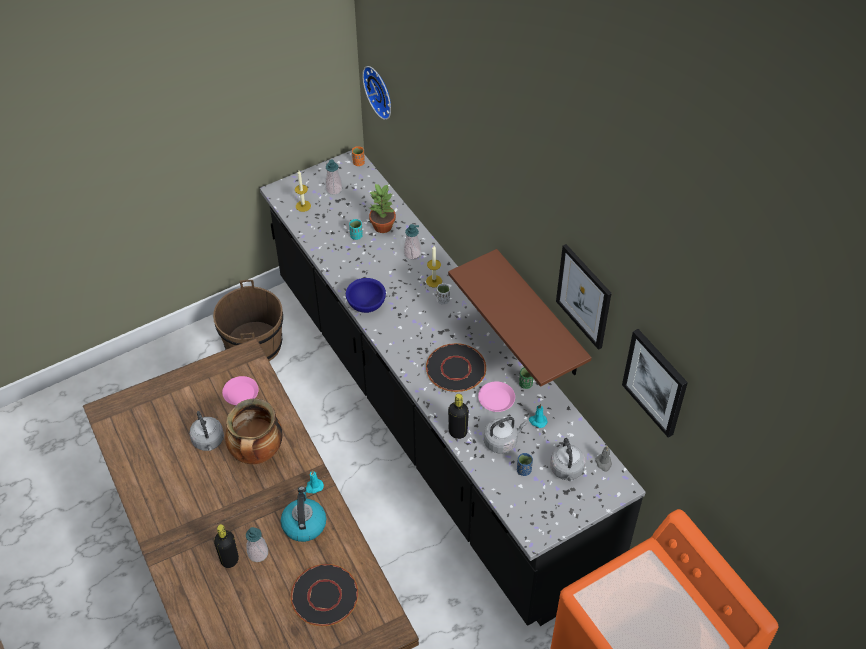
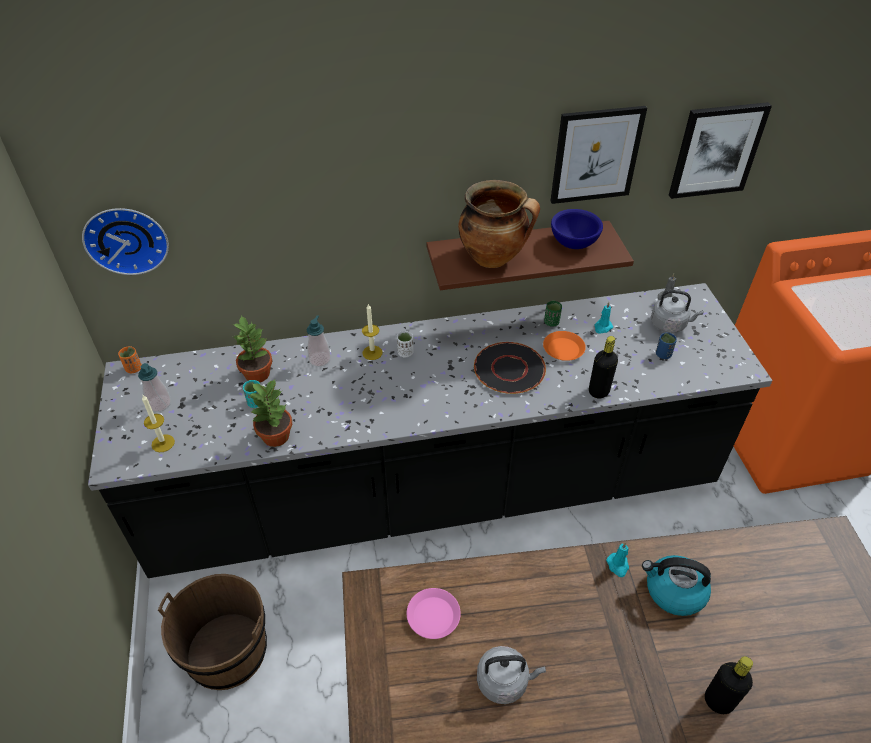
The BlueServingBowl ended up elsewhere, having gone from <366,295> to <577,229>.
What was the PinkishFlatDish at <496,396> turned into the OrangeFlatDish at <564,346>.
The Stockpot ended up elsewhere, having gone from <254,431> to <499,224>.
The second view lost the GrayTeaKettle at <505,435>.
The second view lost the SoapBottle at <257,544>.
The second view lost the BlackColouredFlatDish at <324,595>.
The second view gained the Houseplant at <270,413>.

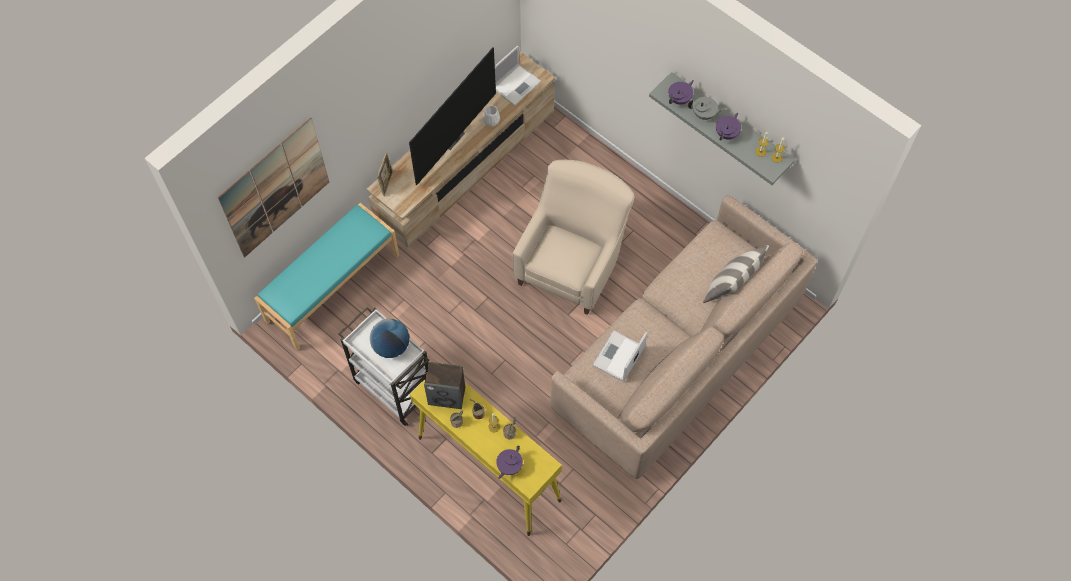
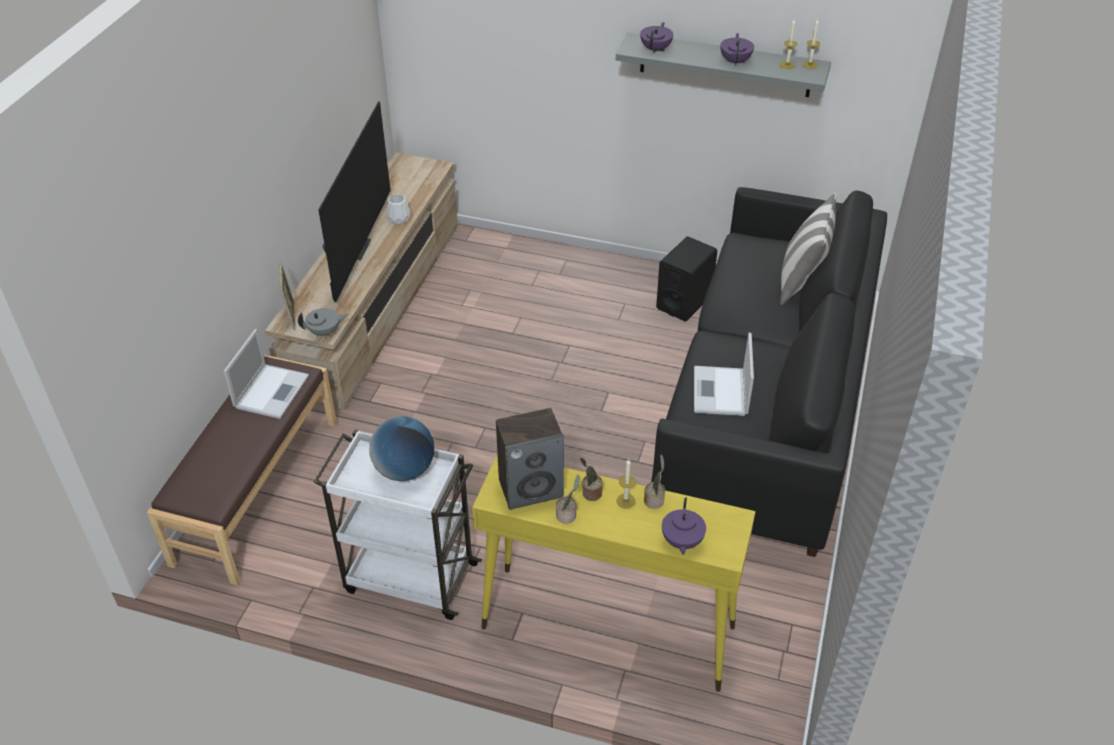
The PortableComputer ended up elsewhere, having gone from <518,75> to <266,374>.
The GrayPotForTea ended up elsewhere, having gone from <706,108> to <323,323>.
The second view lost the WallPicture at <273,188>.
The second view lost the BeigeColouredEasyChair at <573,237>.
What was the BeigeColouredSettee at <683,337> turned into the BlackColouredSettee at <769,372>.
What was the TurquoiseColouredBench at <326,277> turned into the BrownishBench at <242,469>.
The second view gained the BlackColouredAudioSpeaker at <686,279>.

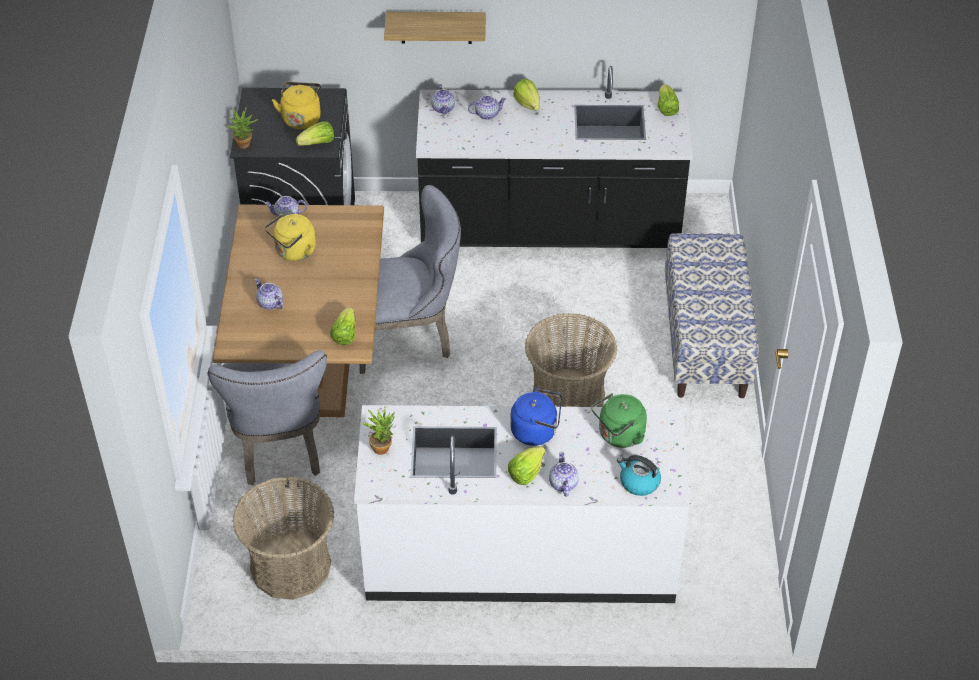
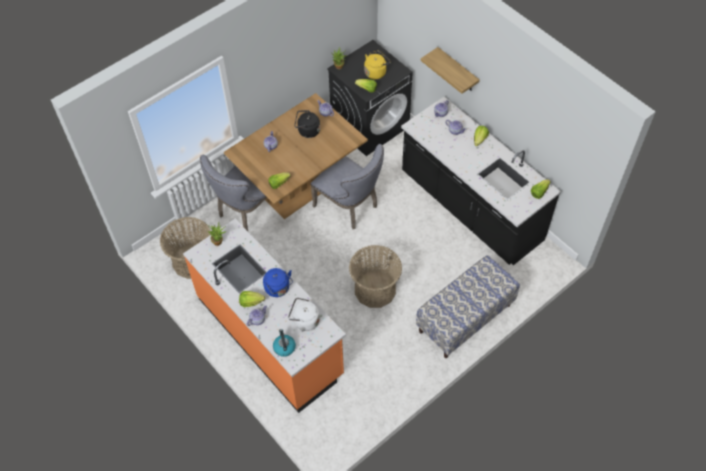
What was the YellowColouredTeaKettle at <290,237> turned into the BlackColouredTeaKettle at <307,124>.
What was the GreenTeaKettle at <619,420> turned into the WhitishTeaKettle at <304,315>.
What was the WhitishCounter at <523,504> turned into the OrangeCounter at <264,316>.

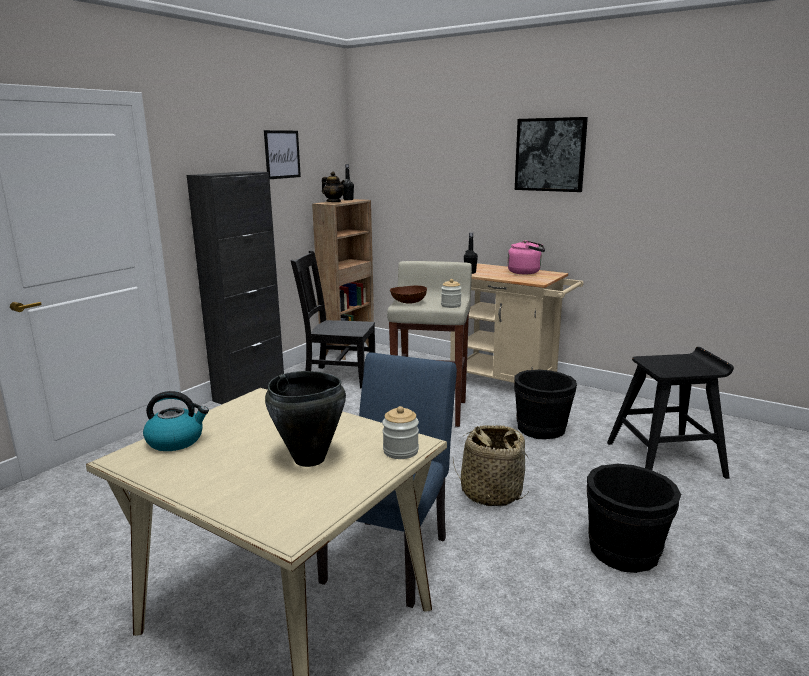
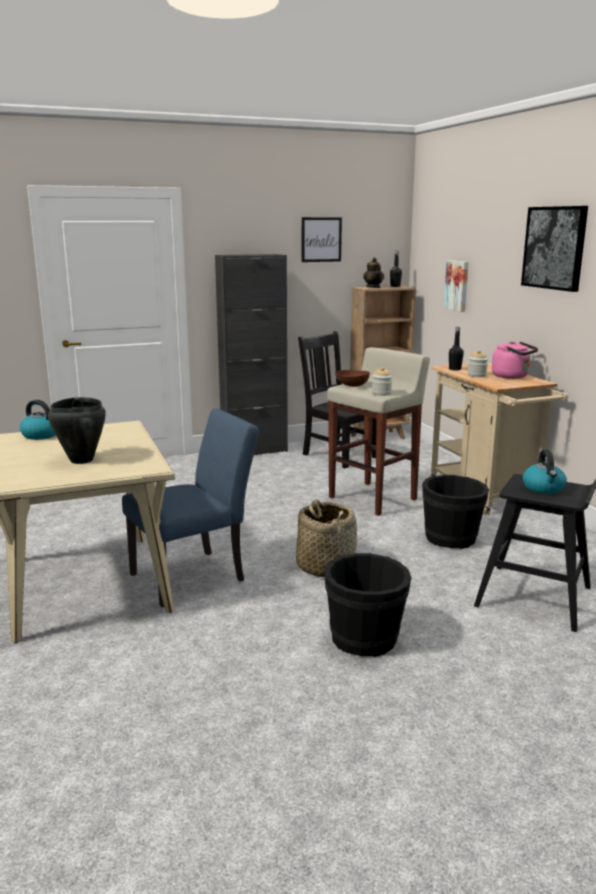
The Jar ended up elsewhere, having gone from <400,432> to <478,363>.
The second view gained the WallPicture at <456,286>.
The second view gained the TeaKettle at <545,471>.

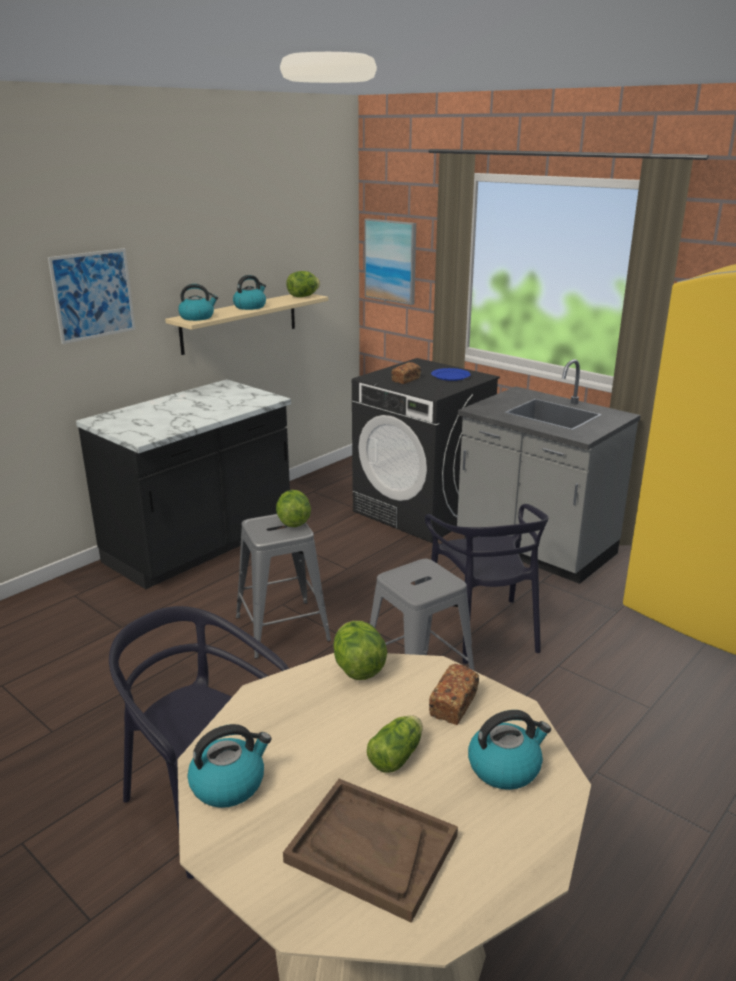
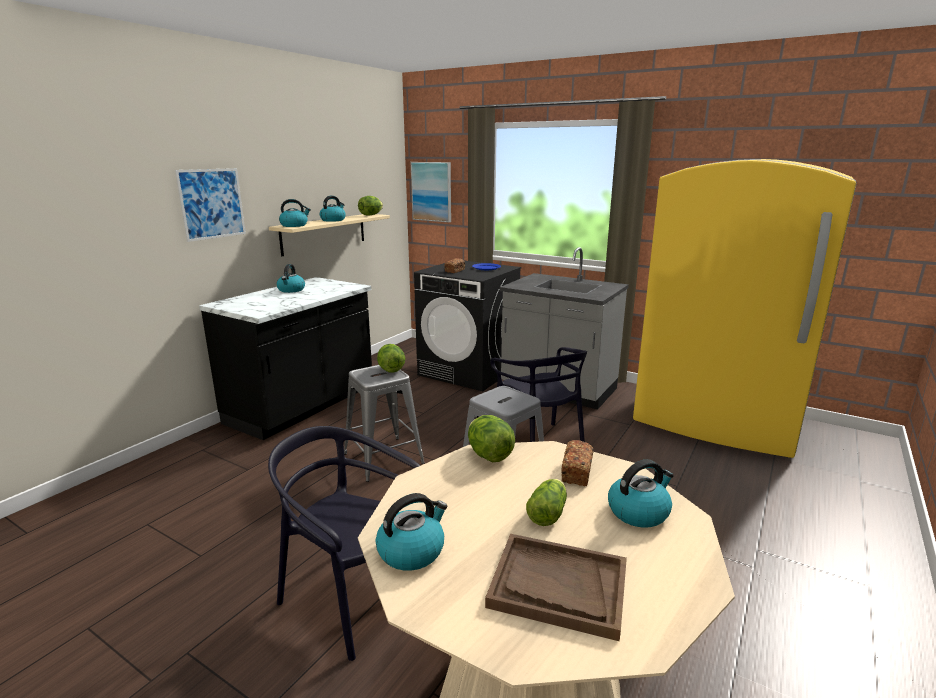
The second view gained the TeaKettle at <291,278>.

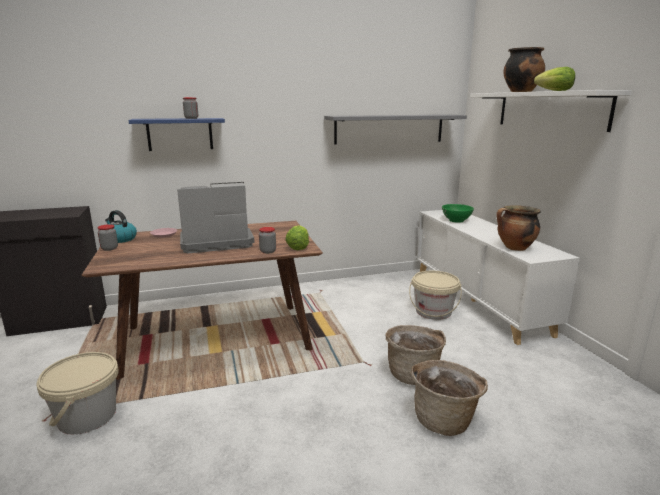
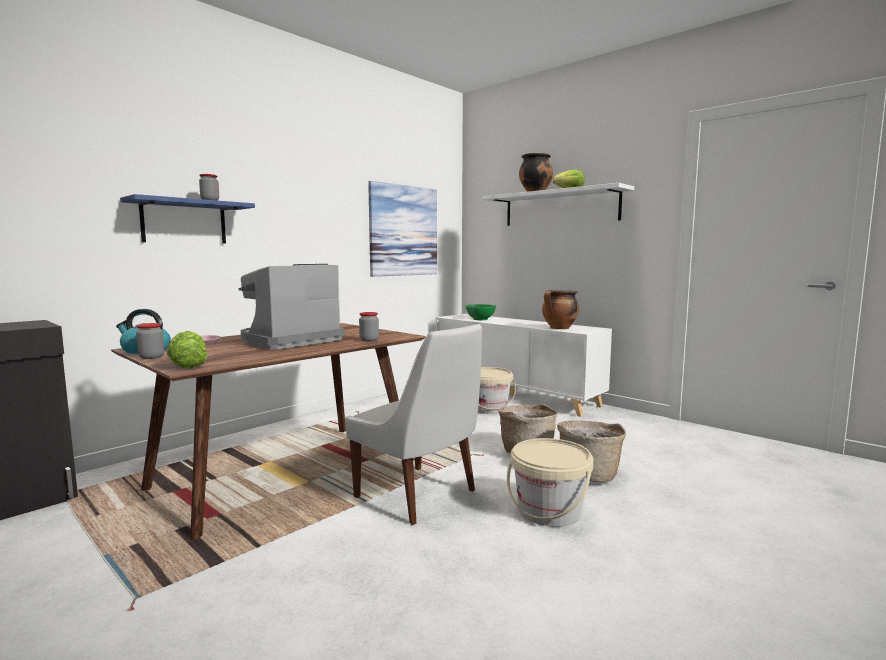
Where the GrayShelf hung at <395,130>, the WallPicture came to hang at <402,229>.
The Lettuce ended up elsewhere, having gone from <297,237> to <187,350>.
The BeigeColouredWaterBucket ended up elsewhere, having gone from <78,393> to <550,482>.
The second view gained the WhitishUprightChair at <413,424>.

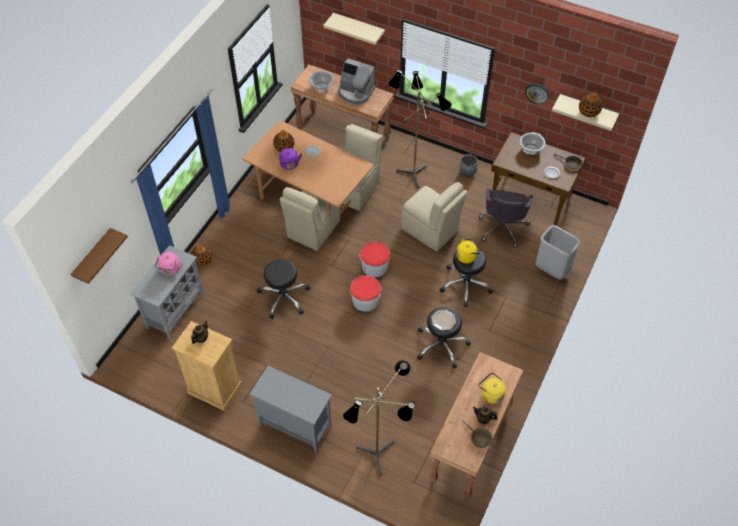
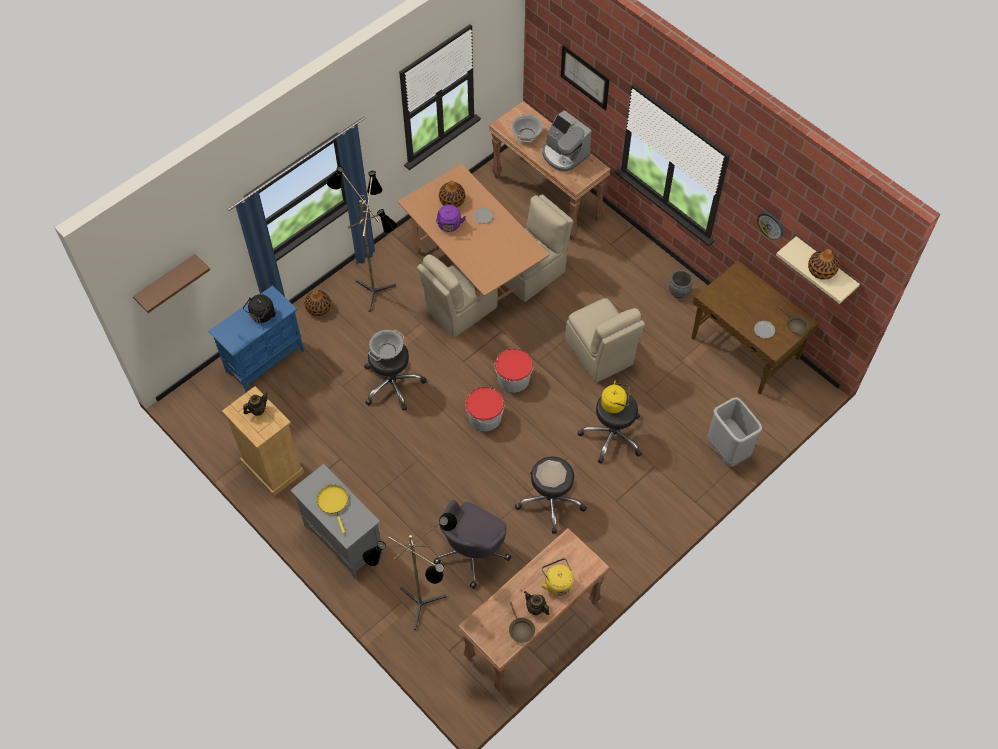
Where the BeigeColouredShelf hung at <354,29>, the WallPicture came to hang at <585,78>.
The FloorLamp ended up elsewhere, having gone from <420,129> to <362,239>.
The Stockpot ended up elsewhere, having gone from <532,143> to <386,345>.
The GrayDeskChair ended up elsewhere, having gone from <506,218> to <472,544>.
What was the GrayStorageCabinet at <167,292> turned into the BlueStorageCabinet at <256,339>.
What was the PinkishTeaKettle at <169,263> turned into the BlackColouredTeaKettle at <259,308>.
The second view gained the YellowColouredPan at <332,509>.

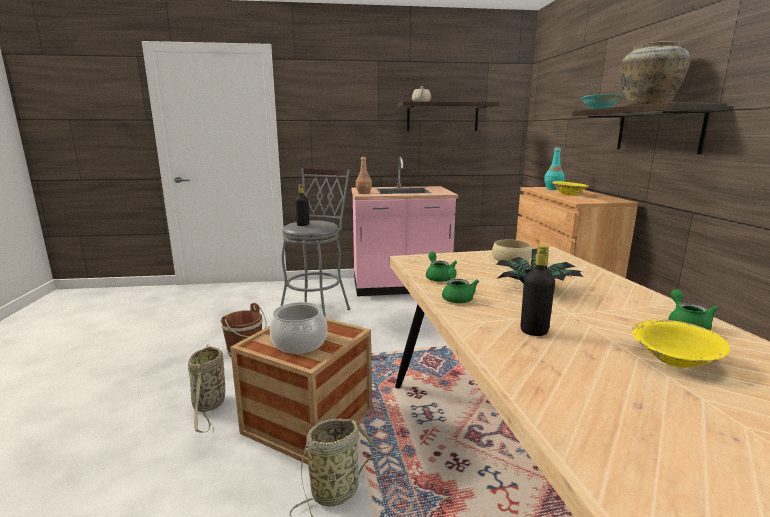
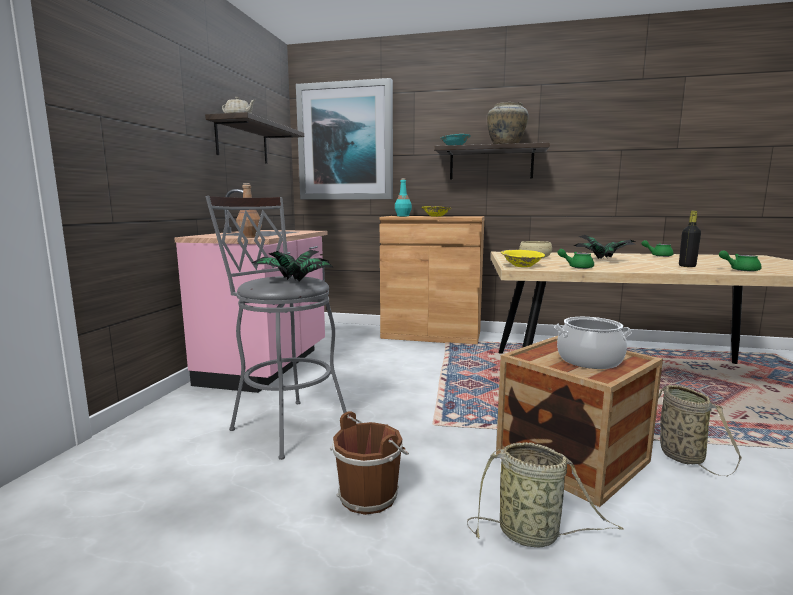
Where the BlackColouredBottle stood at <302,205>, the Houseplant came to stand at <293,265>.
The GreenPotForTea ended up elsewhere, having gone from <460,285> to <740,261>.
The YellowColouredServingBowl ended up elsewhere, having gone from <681,343> to <522,258>.
The second view gained the WallPicture at <344,139>.

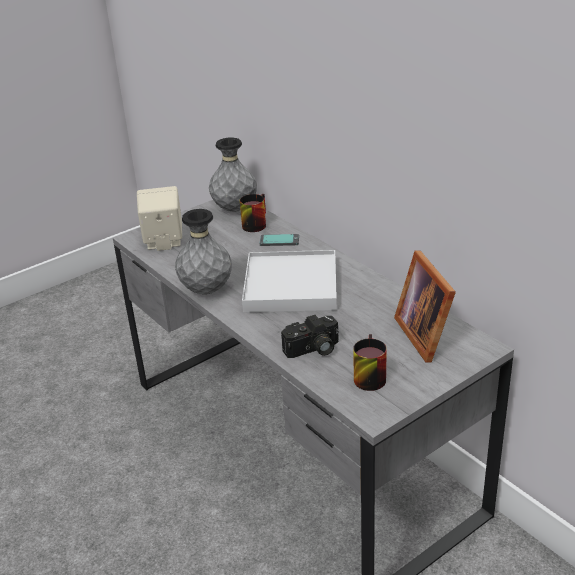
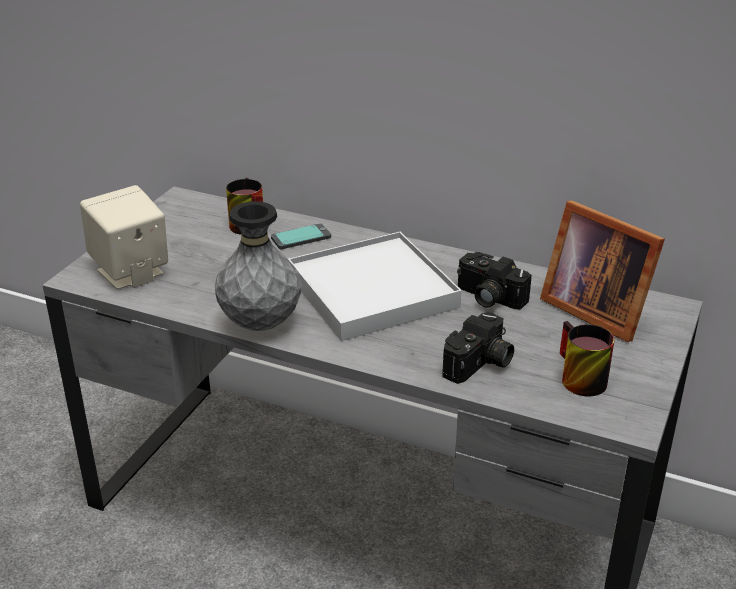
The second view lost the GrayVase at <233,174>.
The second view gained the StillCamera at <494,281>.

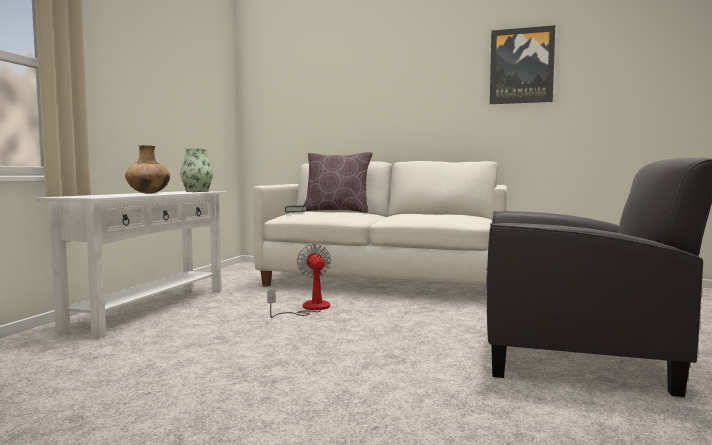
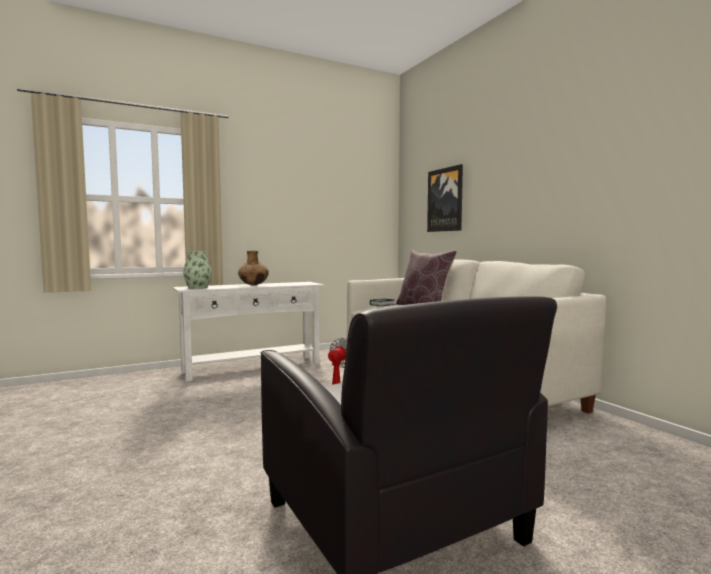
The WallPicture ended up elsewhere, having gone from <522,64> to <445,198>.
The Vase ended up elsewhere, having gone from <196,170> to <197,270>.

